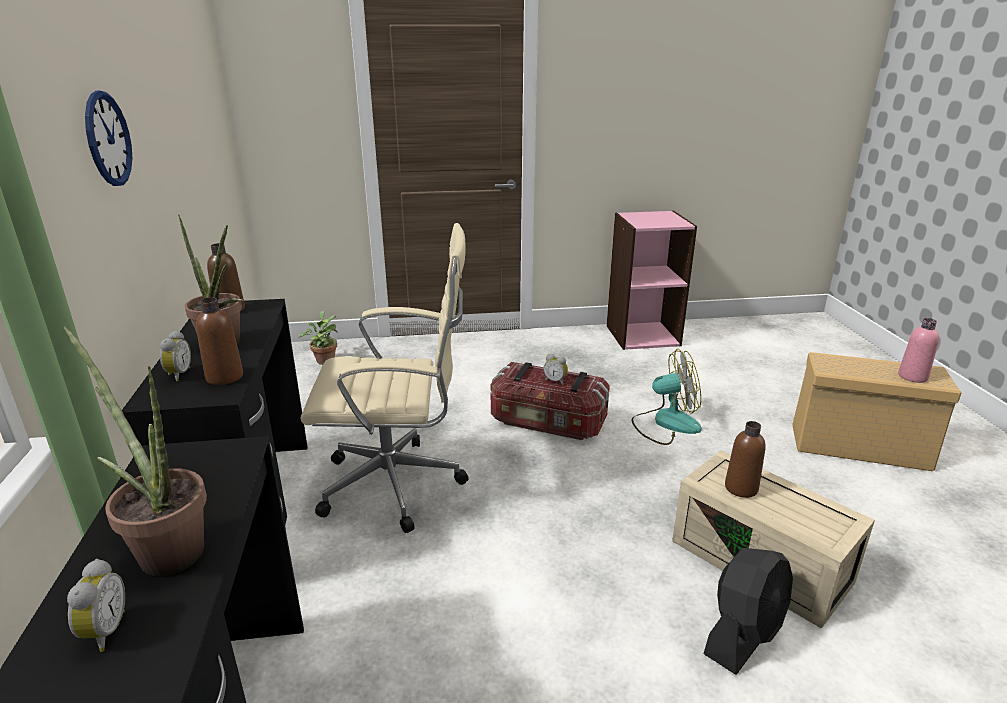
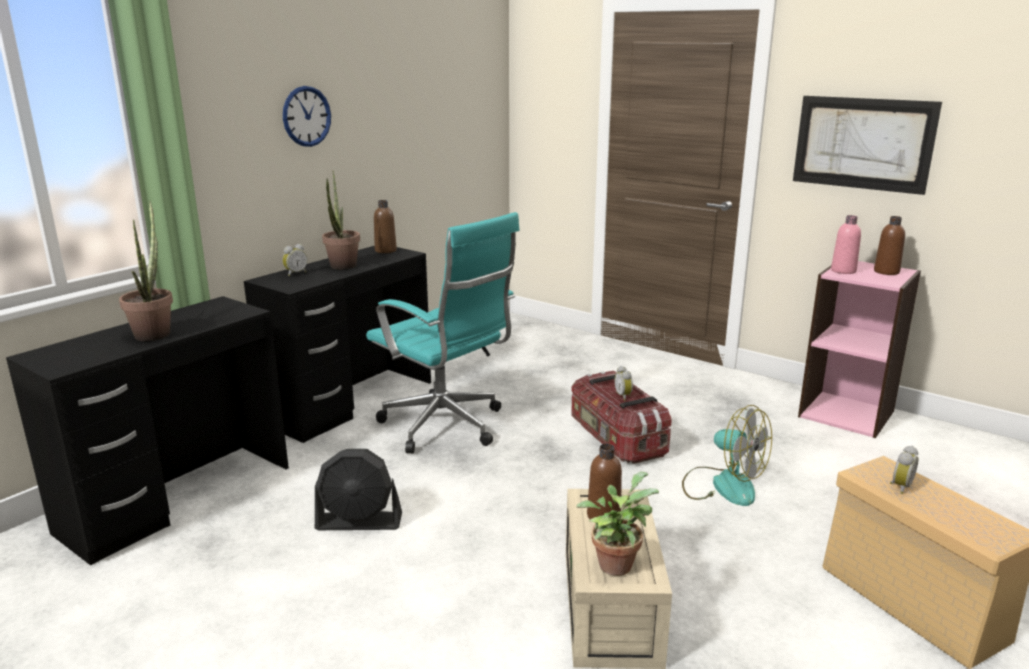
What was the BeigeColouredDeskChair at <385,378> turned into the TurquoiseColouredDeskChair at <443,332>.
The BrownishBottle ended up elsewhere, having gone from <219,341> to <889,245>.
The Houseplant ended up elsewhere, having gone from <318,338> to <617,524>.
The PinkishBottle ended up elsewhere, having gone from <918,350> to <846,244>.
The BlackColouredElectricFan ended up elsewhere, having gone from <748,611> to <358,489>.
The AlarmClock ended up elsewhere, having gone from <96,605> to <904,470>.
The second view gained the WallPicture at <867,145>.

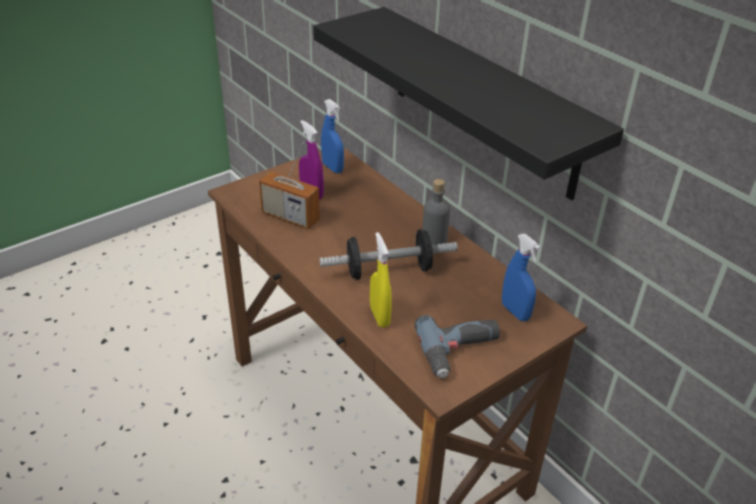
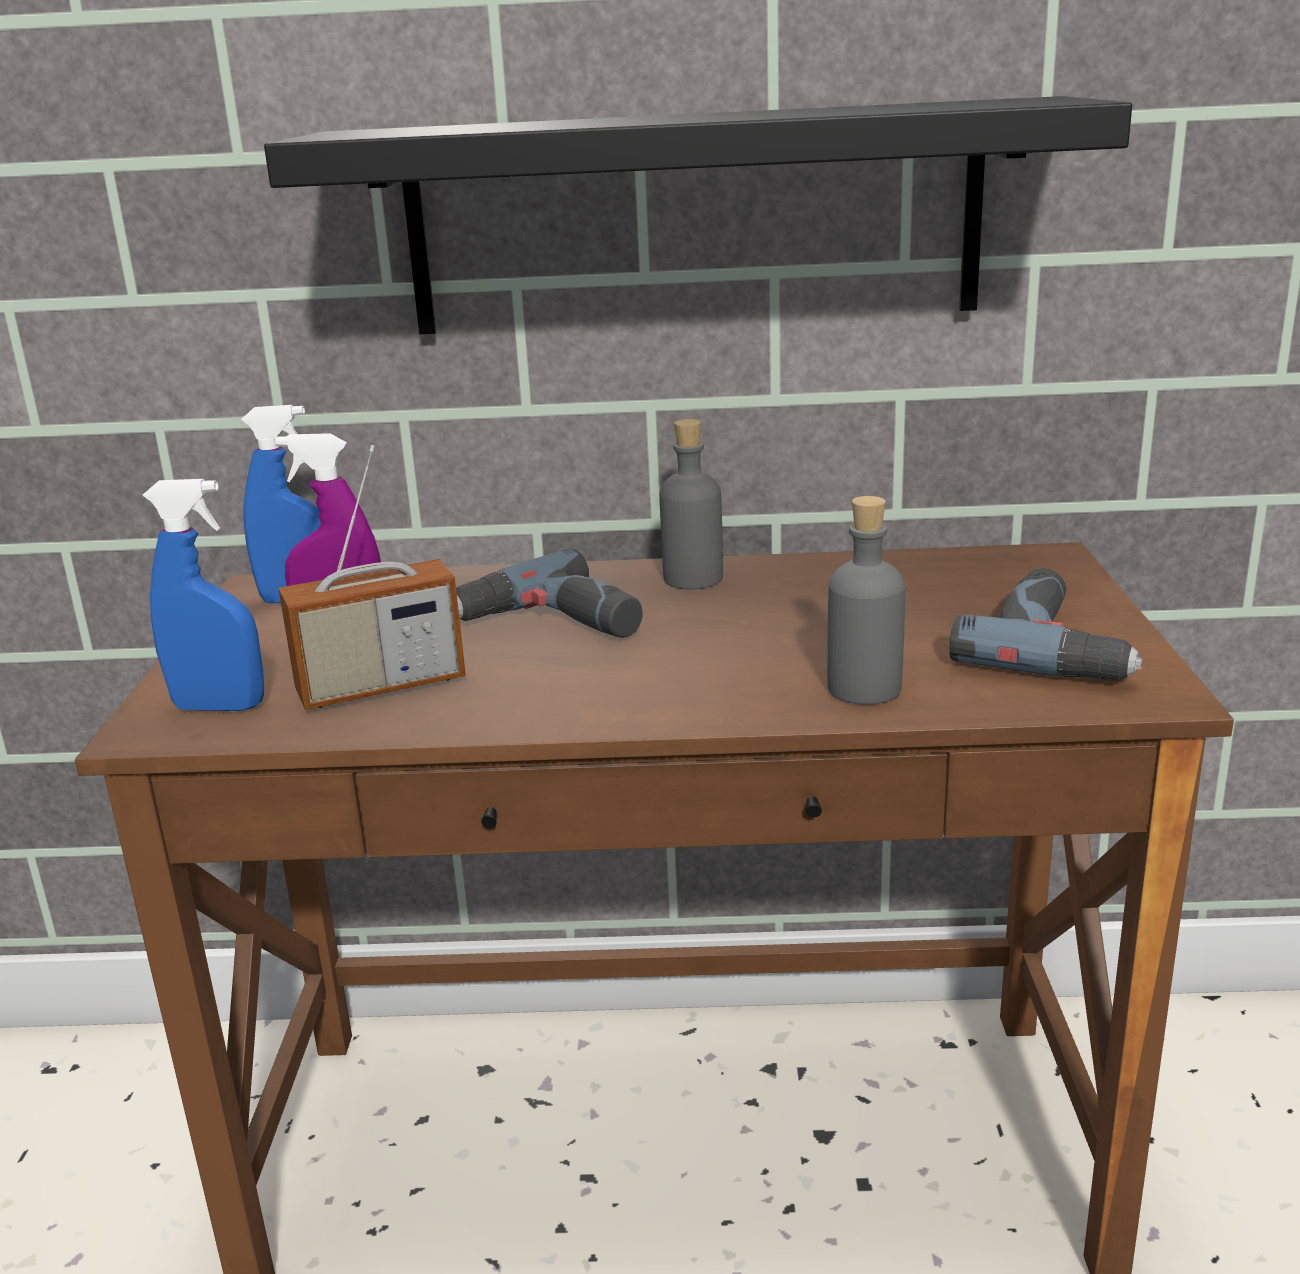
The second view lost the HandWeight at <389,254>.
Where the YellowColouredSprayer stood at <381,279>, the GrayBottle came to stand at <866,600>.
The BlueSprayer ended up elsewhere, having gone from <521,277> to <203,595>.
The second view gained the ElectricDrill at <549,593>.

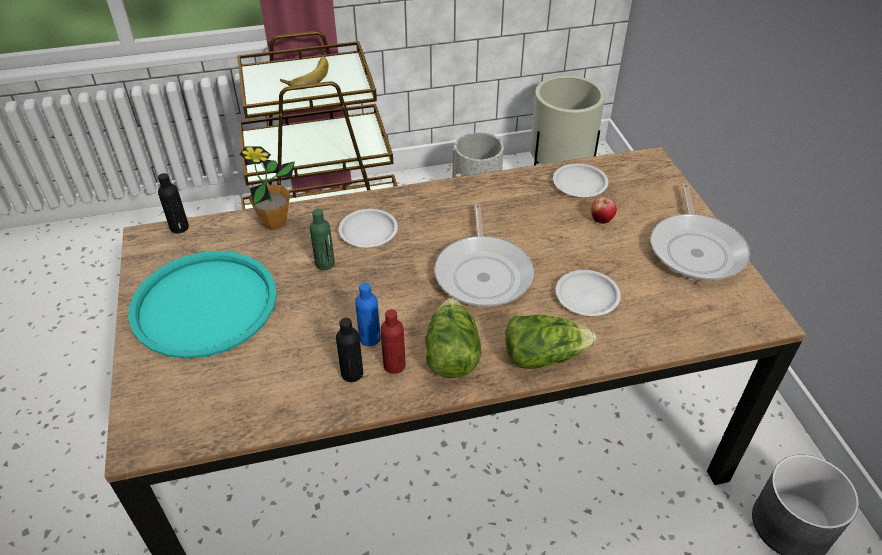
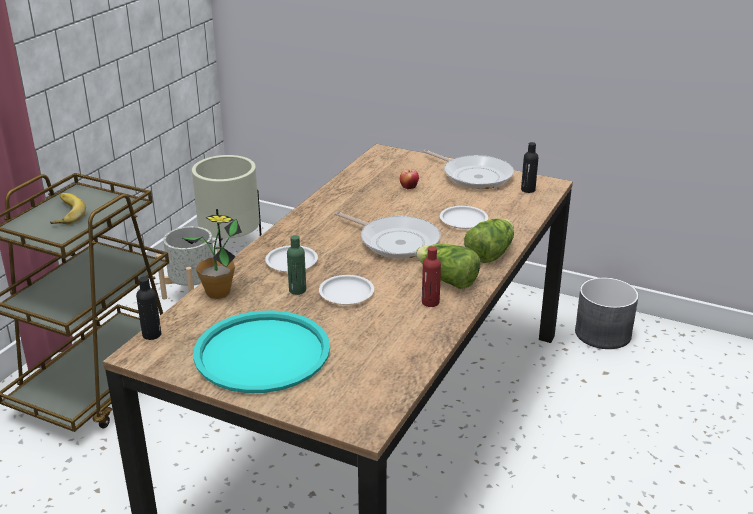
The WhitishFlatDish ended up elsewhere, having gone from <580,180> to <346,290>.
The second view lost the BlueBottle at <368,314>.
The BlackColouredBottle ended up elsewhere, having gone from <349,350> to <529,167>.

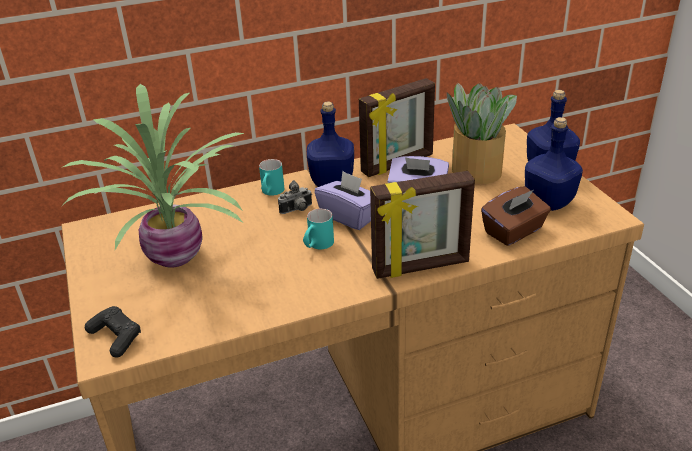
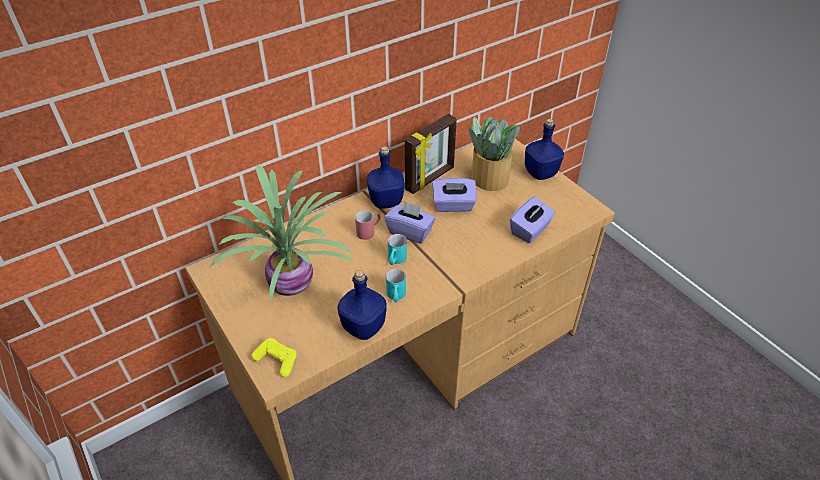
The BlueBottle ended up elsewhere, having gone from <554,164> to <362,305>.
The TurquoiseColouredTeaMug ended up elsewhere, having gone from <271,177> to <396,285>.
The second view lost the PhotoFrame at <422,225>.
Where the StillCamera stood at <295,197>, the ReddishTeaMug came to stand at <368,225>.
What was the BrownishBoxOfTissues at <516,216> turned into the PurpleColouredBoxOfTissues at <533,220>.
What was the BlackColouredJoypad at <113,332> turned into the YellowColouredJoypad at <274,357>.

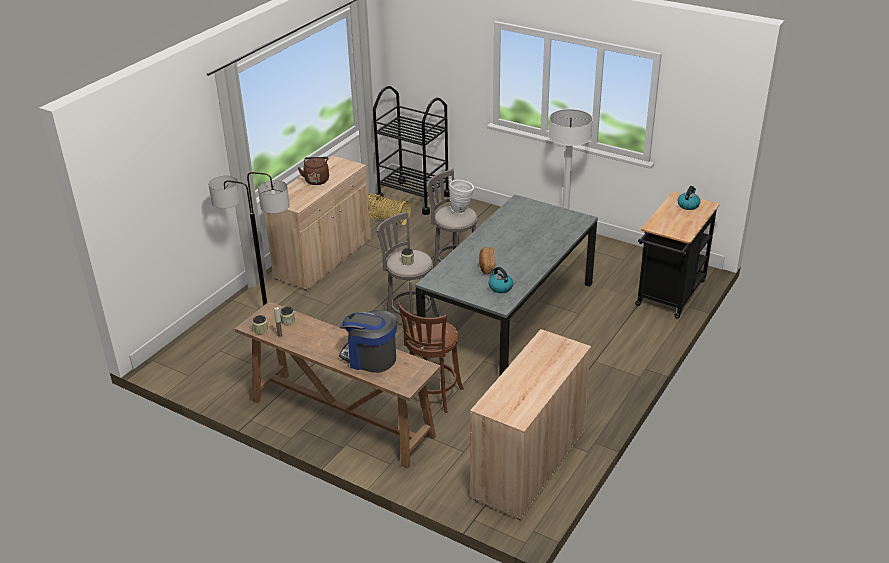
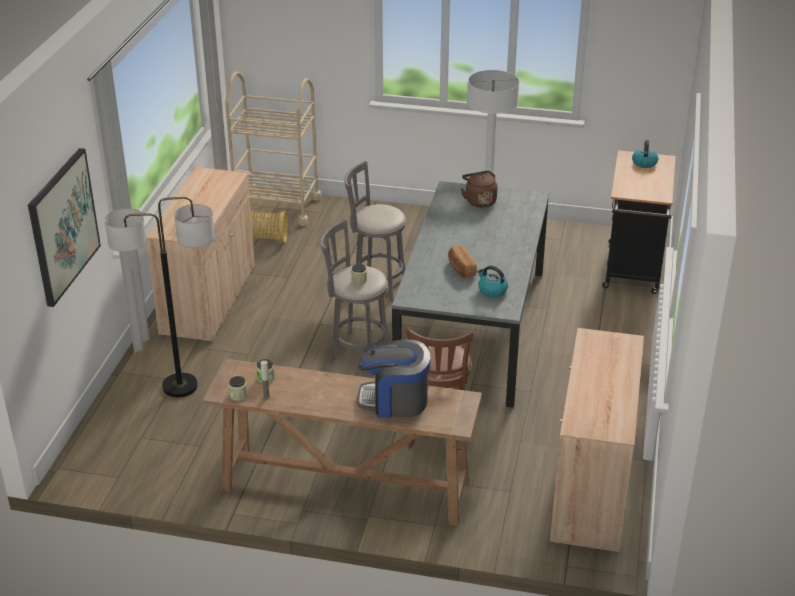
What was the BlackColouredCart at <411,150> turned into the BeigeColouredCart at <273,149>.
The BrownishTeaKettle ended up elsewhere, having gone from <313,171> to <479,189>.
The second view lost the WhitishVase at <461,196>.
The second view gained the WallPicture at <64,227>.

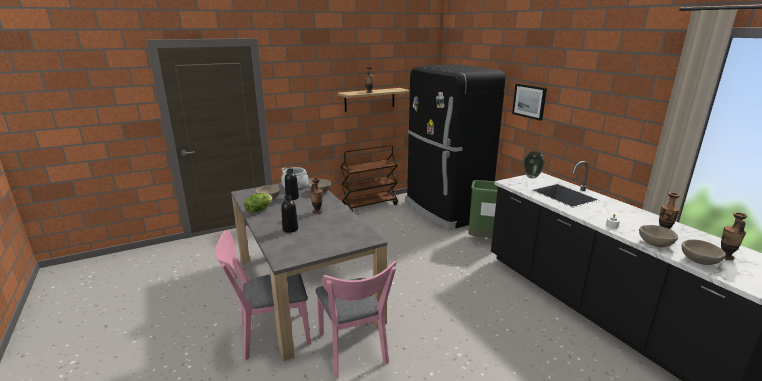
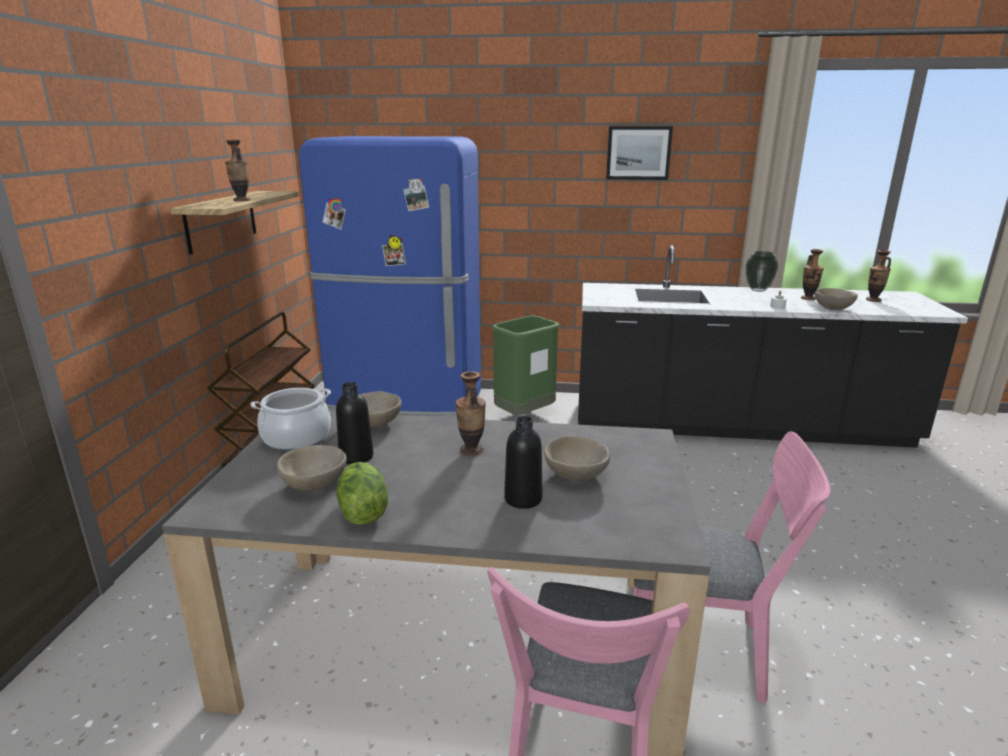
What was the BlackColouredFridge at <455,147> turned into the BlueFridge at <390,277>.
The WallPicture ended up elsewhere, having gone from <529,102> to <639,153>.
The Vase ended up elsewhere, having gone from <534,165> to <762,271>.
The BeigeColouredServingBowl ended up elsewhere, having gone from <704,252> to <577,458>.

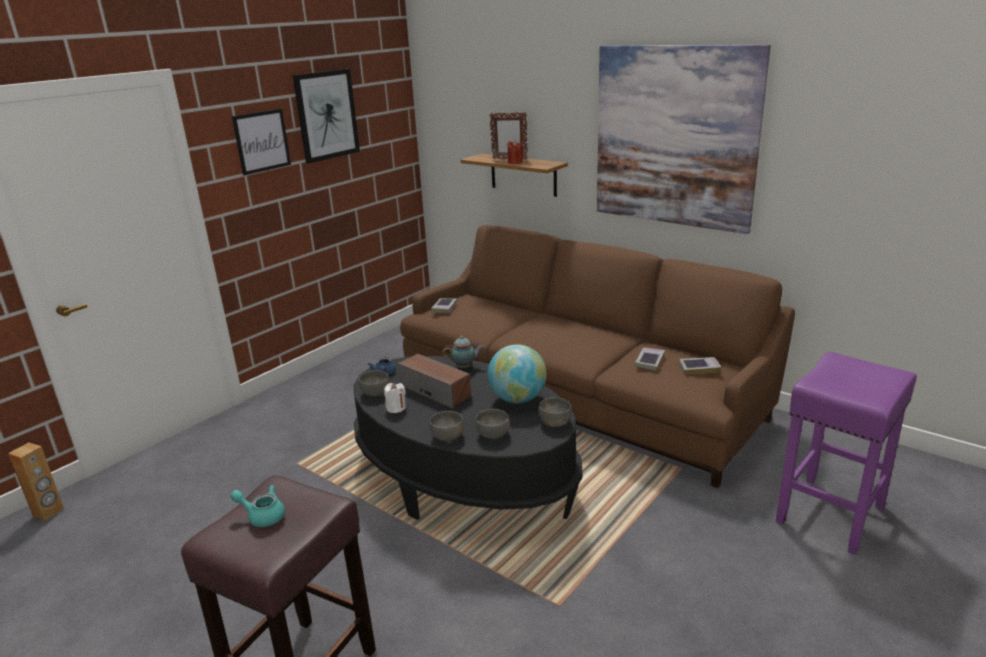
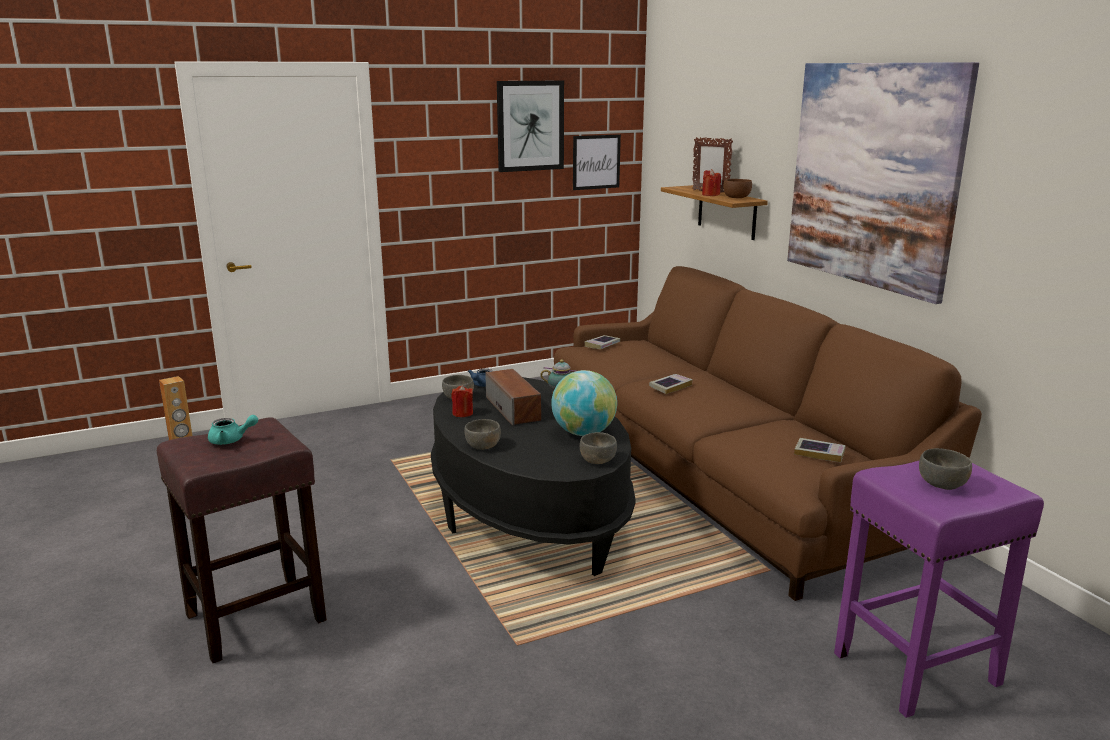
The WallPicture ended up elsewhere, having gone from <261,142> to <597,162>.
The Book ended up elsewhere, having gone from <650,359> to <671,384>.
What was the WhitishWaxLight at <395,398> turned into the ReddishWaxLight at <462,401>.
The GrayServingBowl ended up elsewhere, having gone from <492,424> to <945,469>.
The TurquoiseColouredPotForTea at <257,506> ended up facing another way, 135 degrees clockwise from before.
The second view gained the BrownishServingBowl at <737,188>.

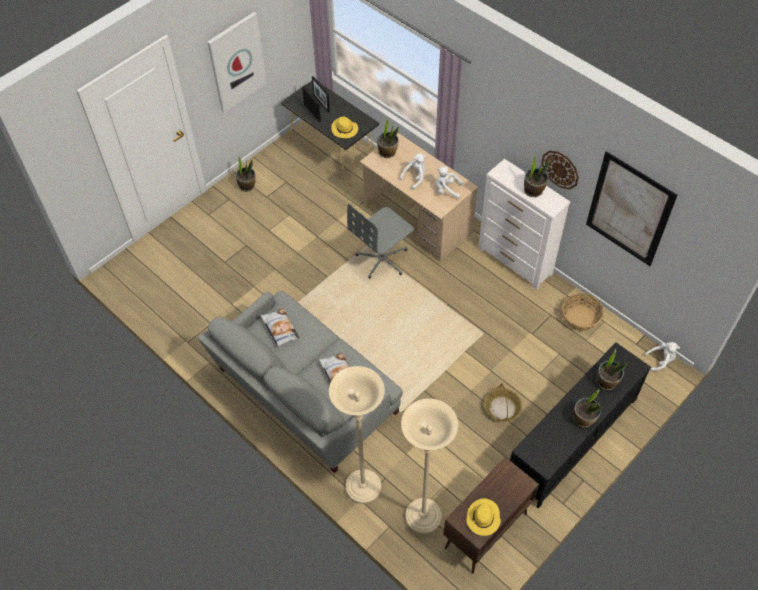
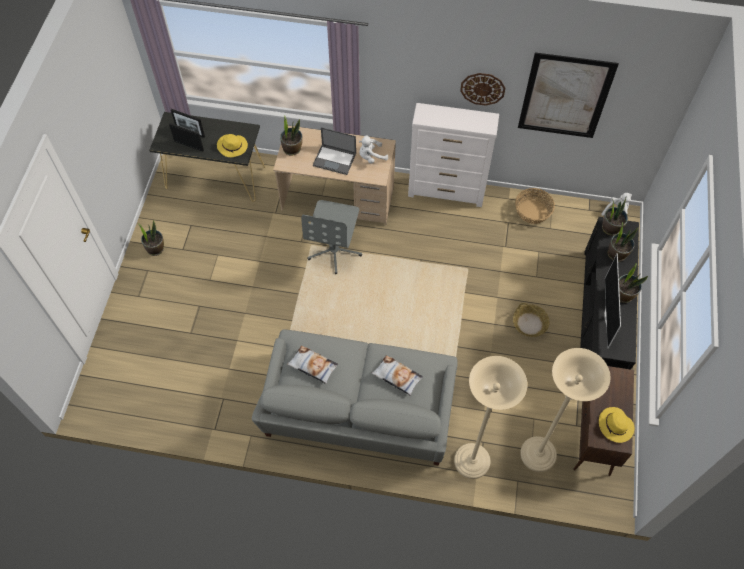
The second view lost the WallPicture at <237,62>.
Where the WhitishSoftToy stood at <412,171>, the PortableComputer came to stand at <334,151>.
The Houseplant ended up elsewhere, having gone from <537,175> to <615,217>.
The second view gained the Television at <612,301>.

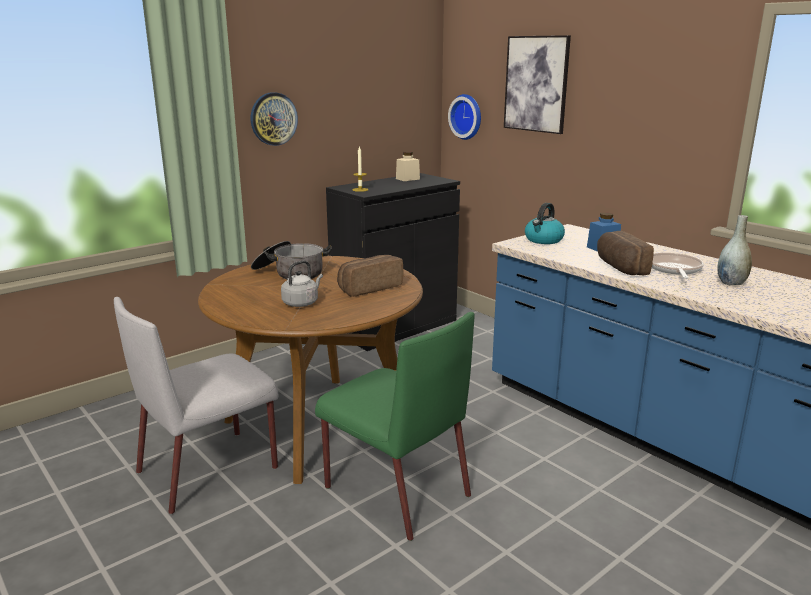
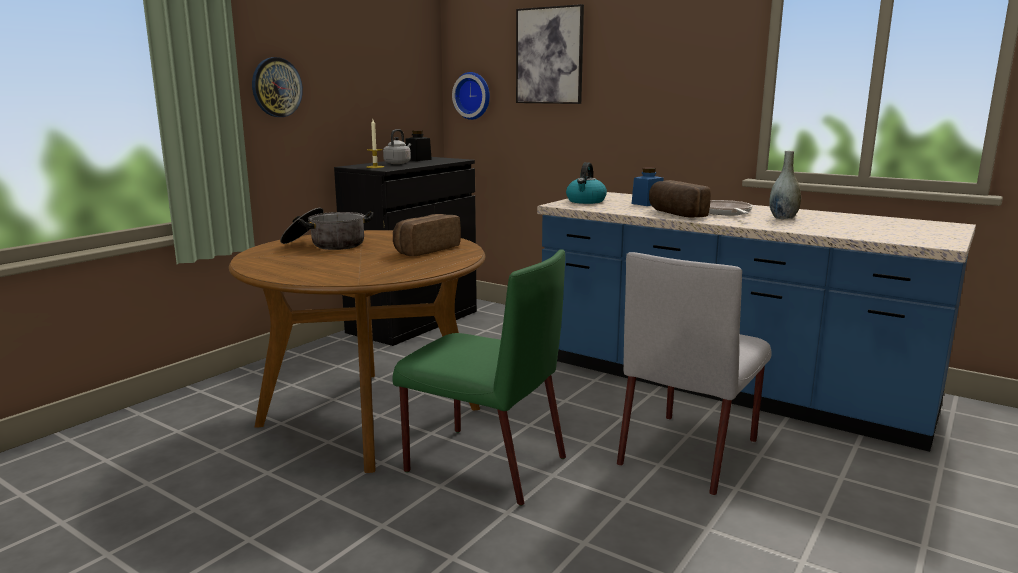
What was the BeigeColouredJar at <408,166> turned into the BlackColouredJar at <418,145>.
The GrayTeaKettle ended up elsewhere, having gone from <302,283> to <397,146>.
The GrayUprightChair ended up elsewhere, having gone from <196,405> to <694,374>.

